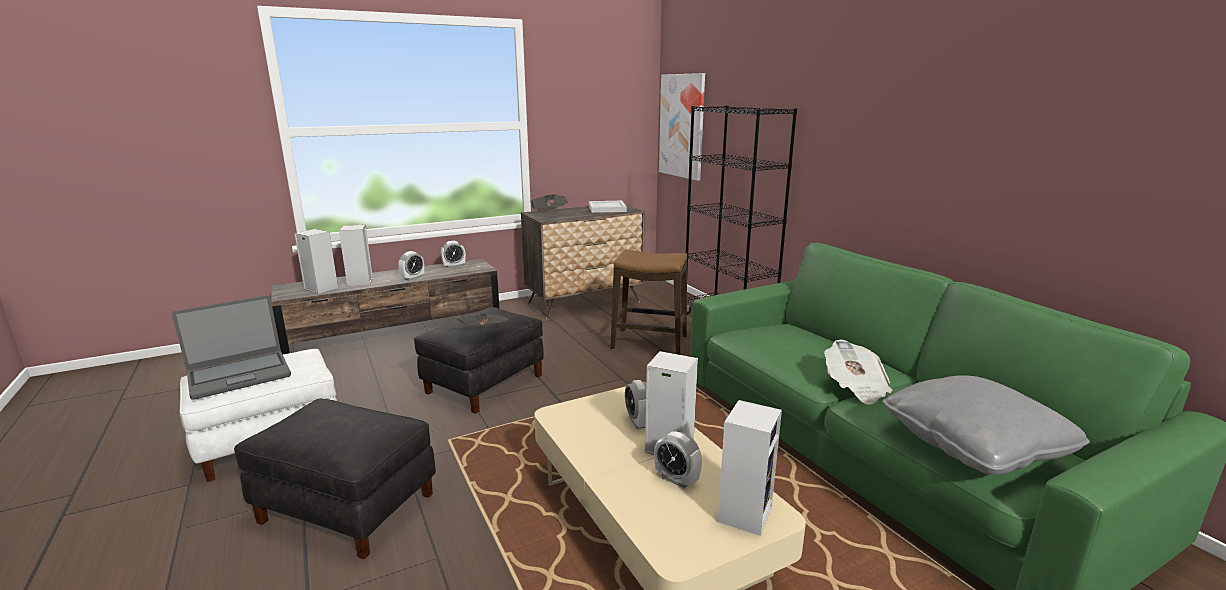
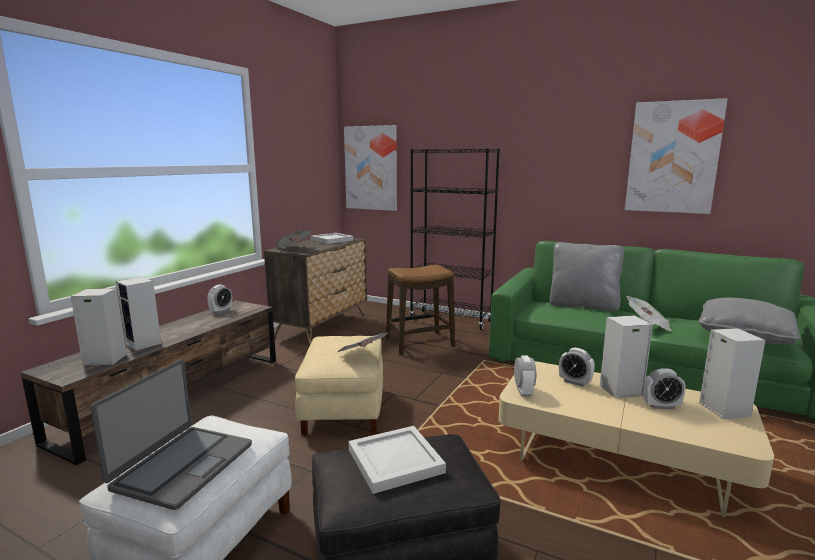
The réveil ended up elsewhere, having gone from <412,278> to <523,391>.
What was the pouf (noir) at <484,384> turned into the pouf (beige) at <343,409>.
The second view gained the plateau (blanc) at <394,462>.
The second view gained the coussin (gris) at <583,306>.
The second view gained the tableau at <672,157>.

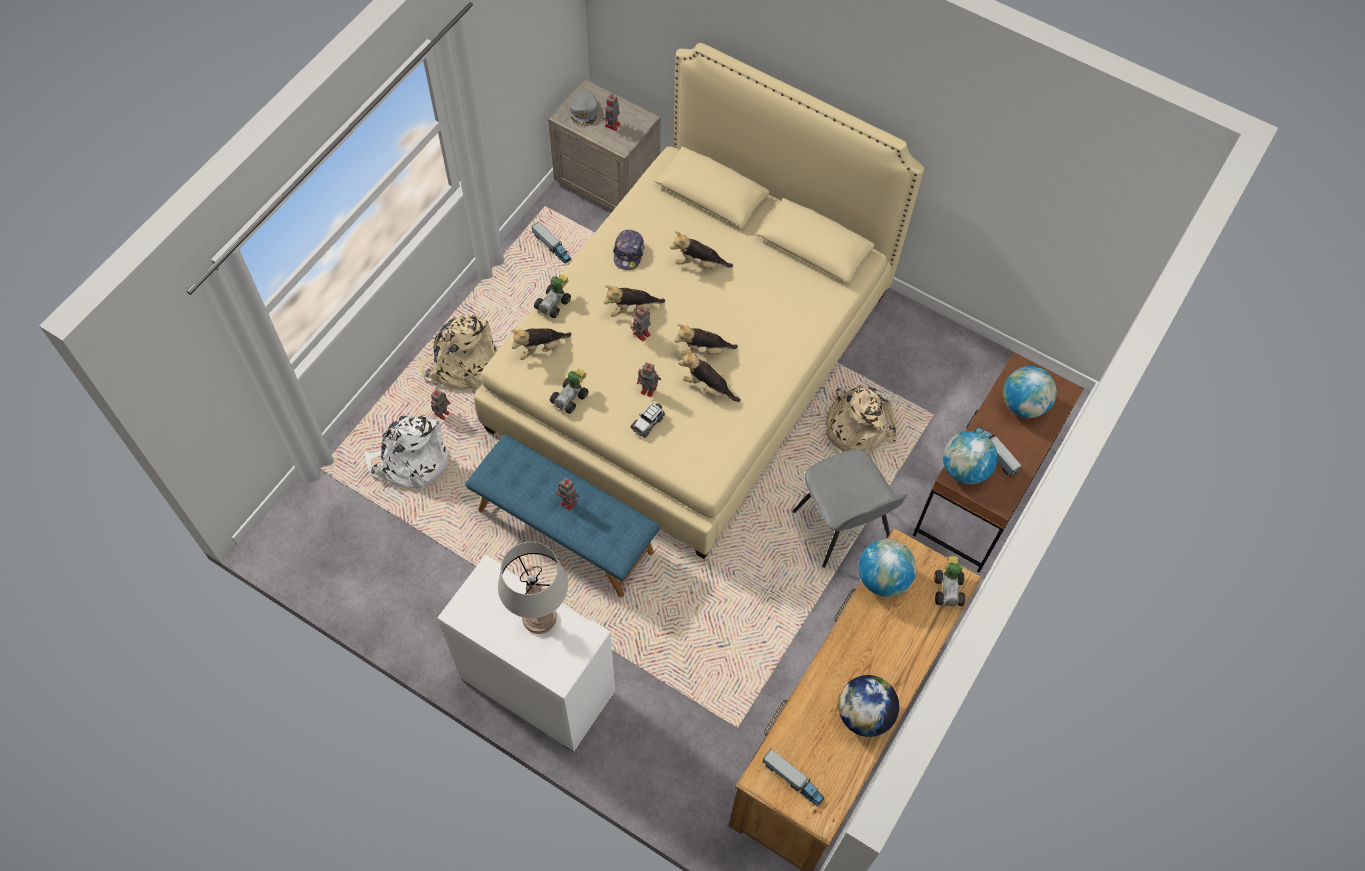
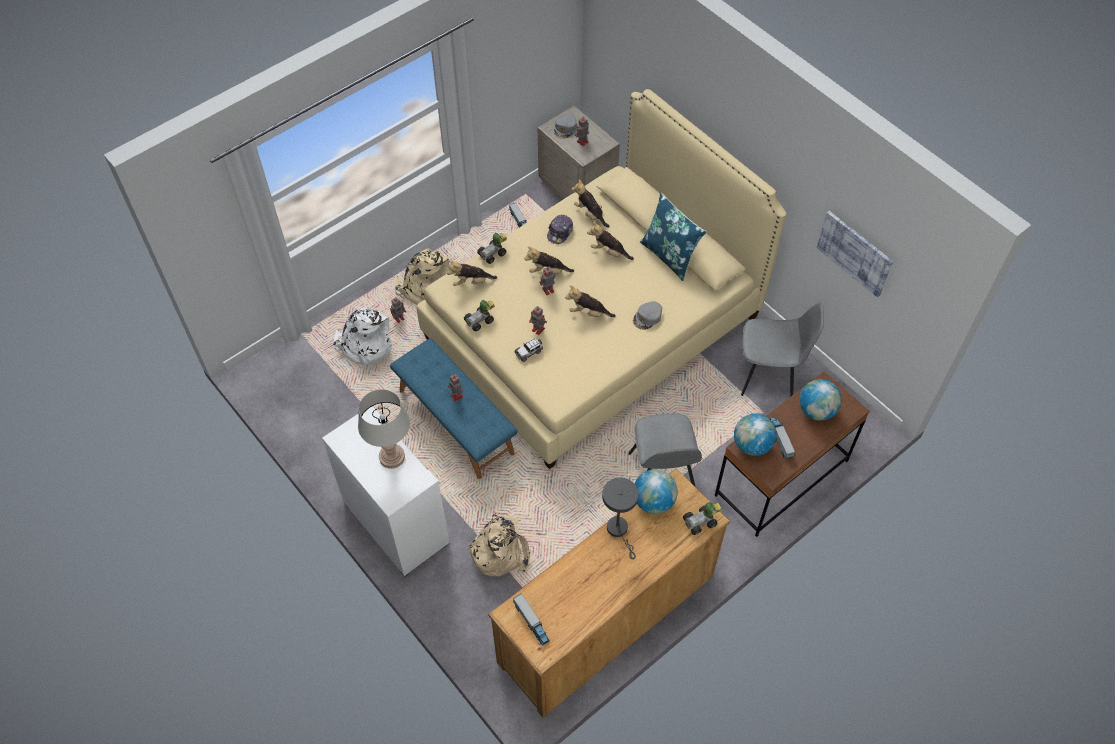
The peluche ended up elsewhere, having gone from <708,387> to <590,214>.
The sac à dos (beige) ended up elsewhere, having gone from <856,426> to <500,550>.
The second view lost the globe at <864,714>.
The petite voiture at <949,588> ended up facing another way, 45 degrees clockwise from before.
The second view gained the lampe de table (gris) at <619,530>.
The second view gained the casquette (gris) at <647,317>.
The second view gained the coussin (bleu) at <669,255>.
The second view gained the chaise (gris) at <769,374>.
The second view gained the tableau at <855,253>.

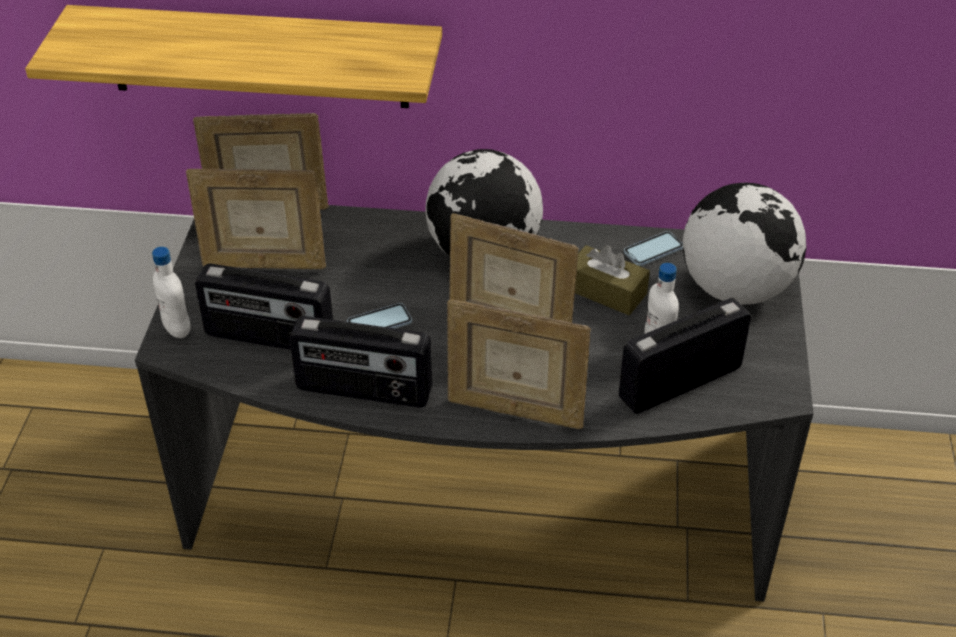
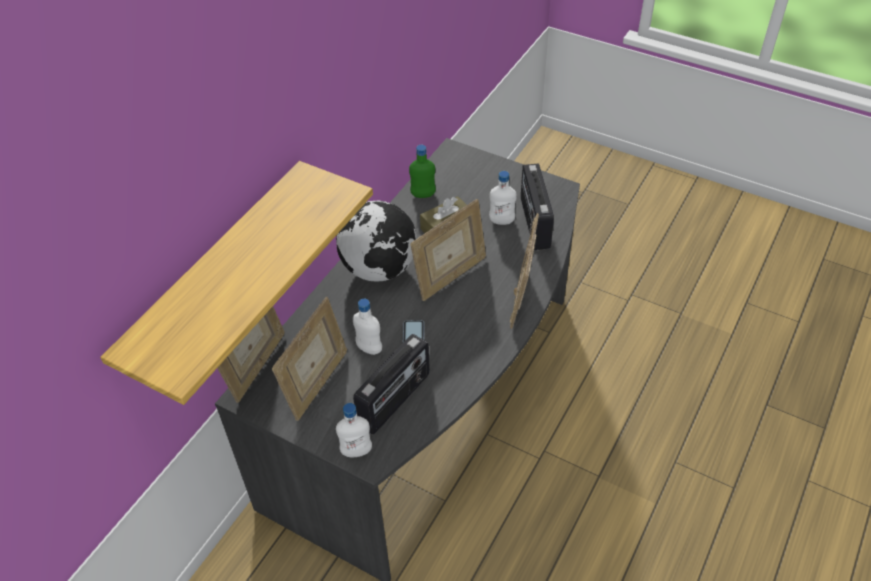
The second view lost the radio at <363,391>.
The cadre photo at <514,410> ended up facing another way, 150 degrees clockwise from before.
Where the téléphone stood at <653,250>, the bouteille (vert) came to stand at <423,195>.
The second view lost the globe at <735,289>.
The second view gained the bouteille (blanc) at <369,349>.

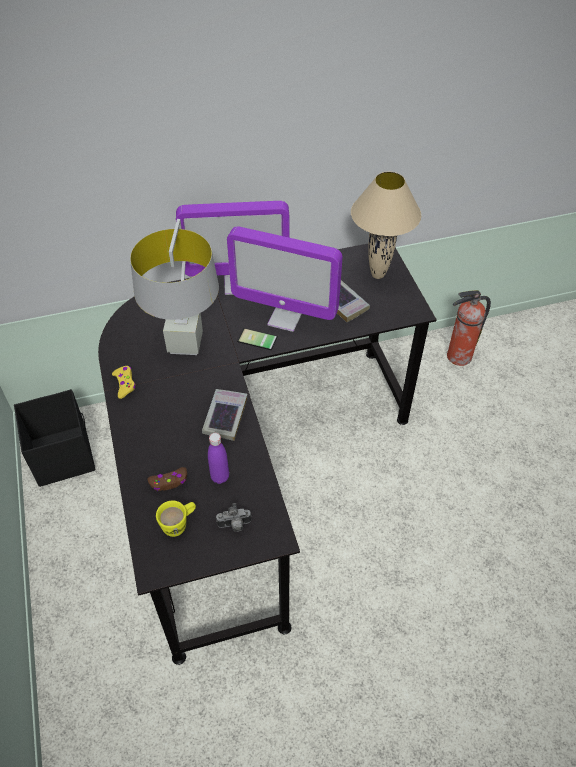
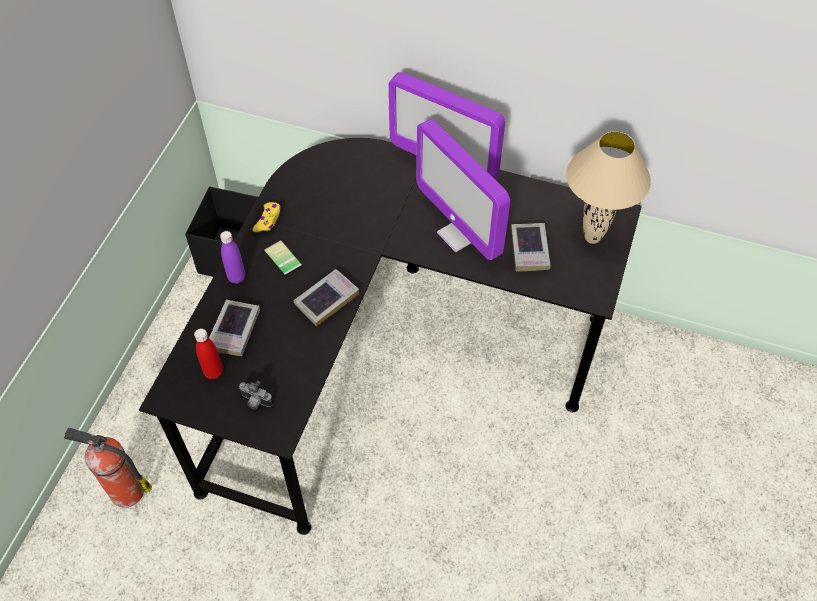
The second view lost the lampe de table (gris) at <185,344>.
Where the manette (marron) stood at <169,482>, the livre came to stand at <234,330>.
Where the mug (jaune) stood at <179,524>, the bouteille (rouge) came to stand at <213,372>.
The bouteille (violet) ended up elsewhere, having gone from <220,477> to <236,277>.
The téléphone ended up elsewhere, having gone from <256,340> to <280,259>.
The extincteur ended up elsewhere, having gone from <458,357> to <125,491>.

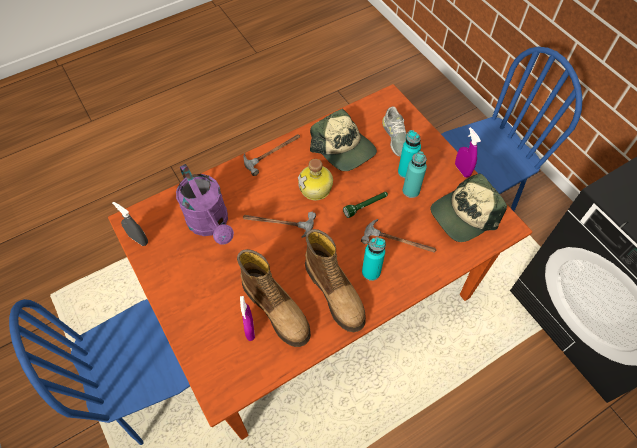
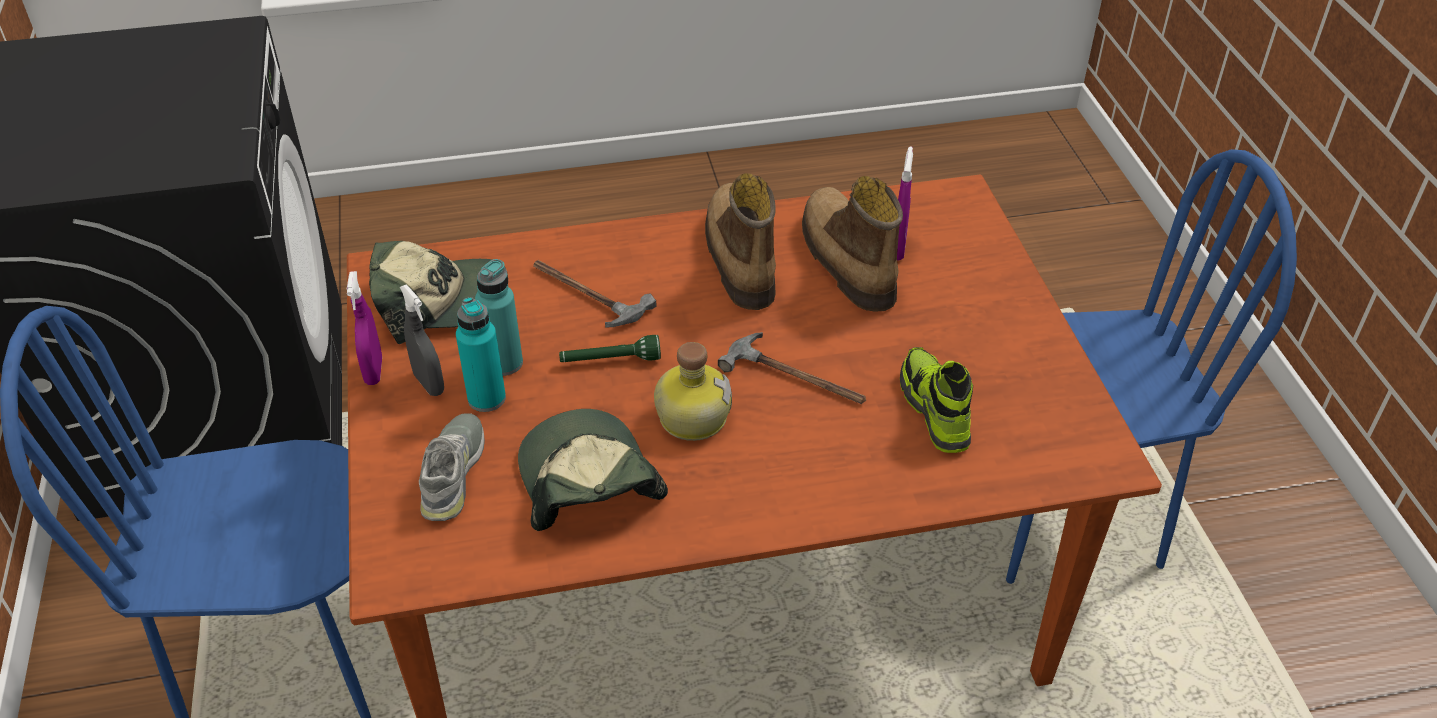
The vaporisateur (gris) ended up elsewhere, having gone from <138,239> to <429,384>.
Where the arrosoir (violet) stood at <211,224>, the chaussure came to stand at <934,410>.
The second view lost the marteau at <273,152>.
The second view lost the bouteille (turquoise) at <371,272>.

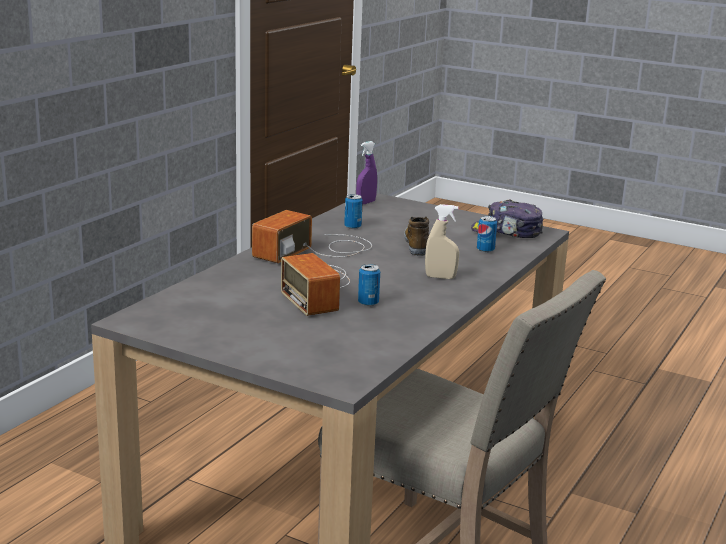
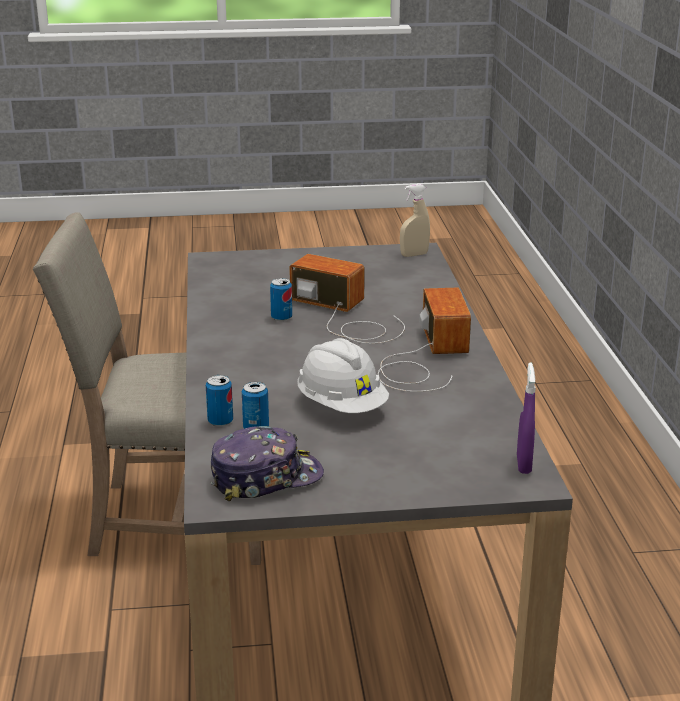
The boîte métallique ended up elsewhere, having gone from <352,227> to <220,421>.
Where the chaussure stood at <417,244>, the casque de chantier (blanc) came to stand at <341,406>.
The vaporisateur (beige) ended up elsewhere, having gone from <440,277> to <414,255>.

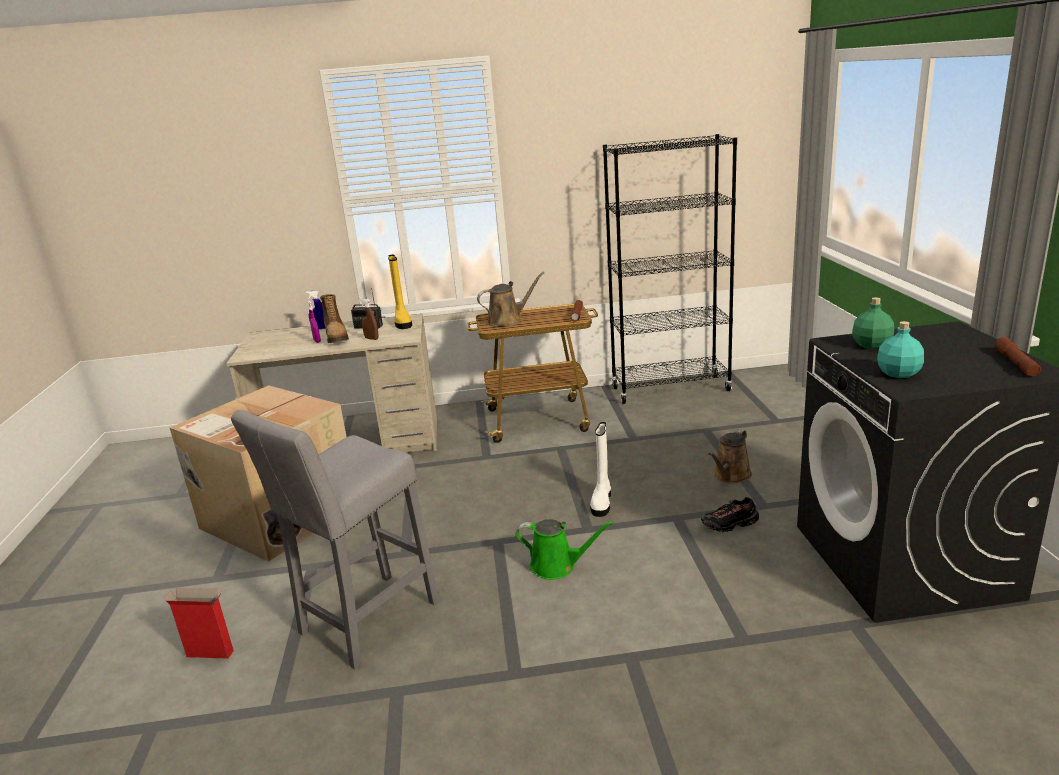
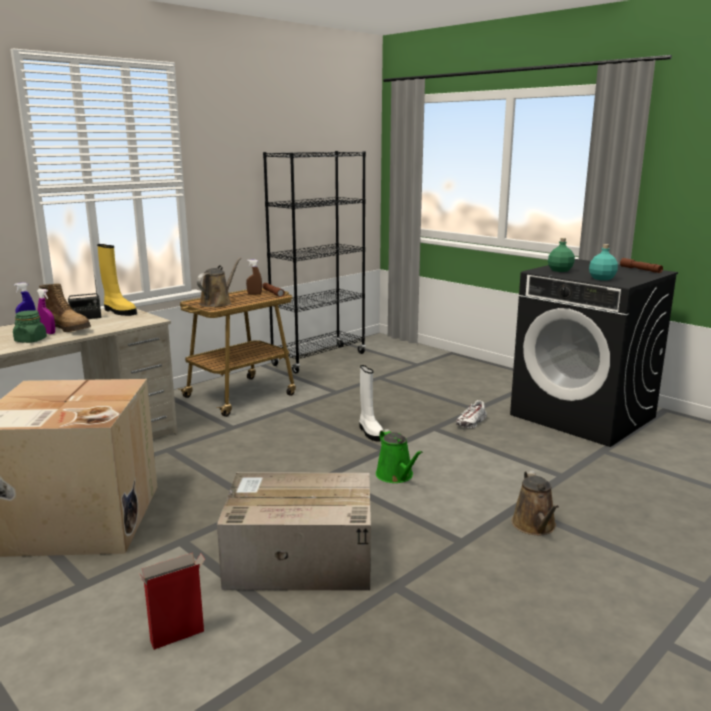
Where the tabouret (gris) stood at <364,622>, the carton came to stand at <298,558>.
The vaporisateur (marron) ended up elsewhere, having gone from <371,338> to <254,294>.
The arrosoir (vert) at <557,566> ended up facing another way, 90 degrees clockwise from before.
What was the chaussure (noir) at <730,524> turned into the chaussure (blanc) at <471,423>.
The arrosoir (marron) ended up elsewhere, having gone from <730,476> to <535,526>.
The second view gained the bocal (vert) at <30,340>.

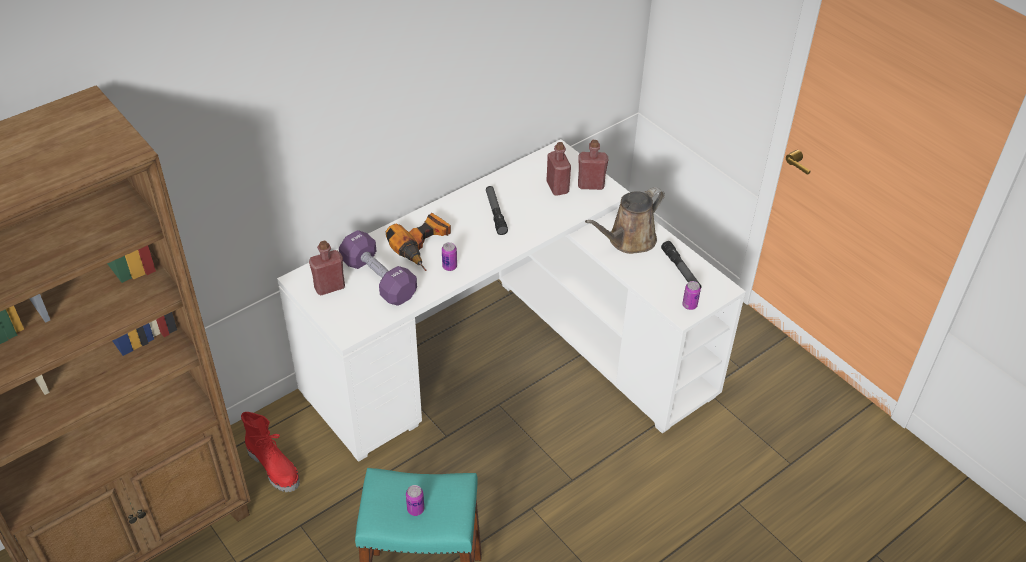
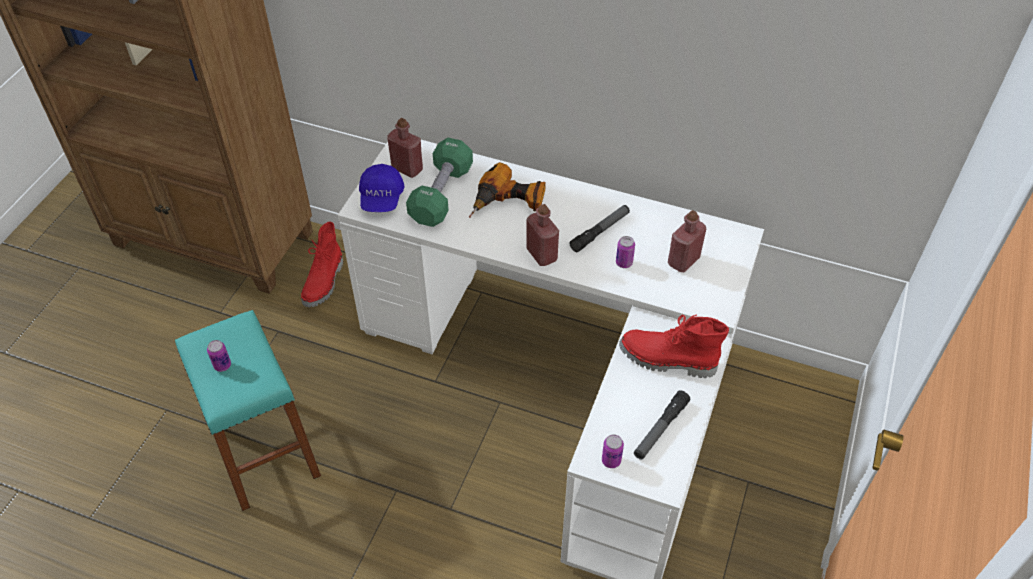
What was the haltère (violet) at <378,279> turned into the haltère (vert) at <441,194>.
The boîte métallique ended up elsewhere, having gone from <449,266> to <624,263>.
The bouteille (rouge) ended up elsewhere, having gone from <591,185> to <541,254>.
Where the arrosoir (marron) stood at <628,240>, the botte (rouge) came to stand at <667,360>.
The second view gained the casquette (bleu) at <381,198>.

